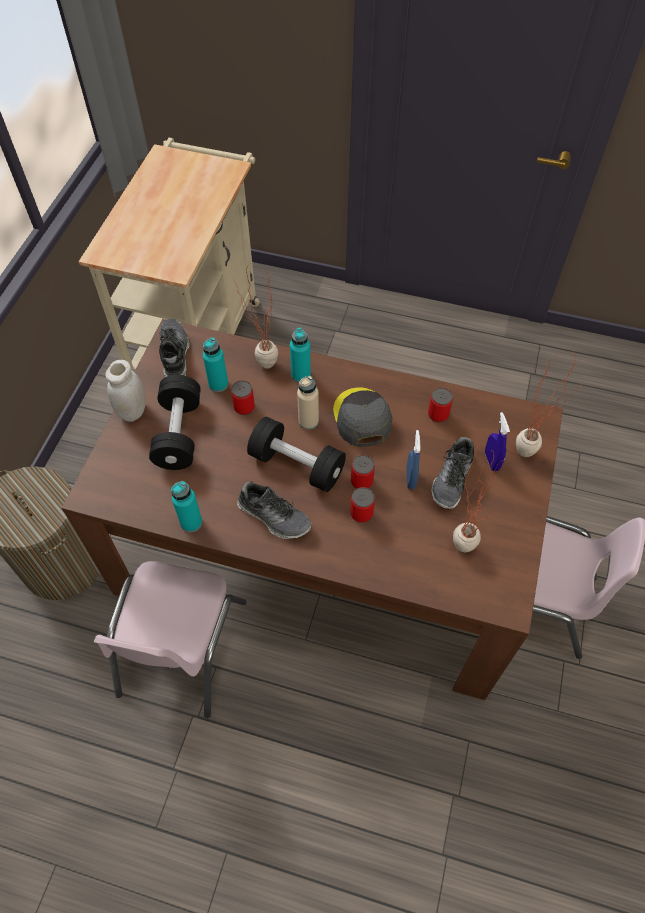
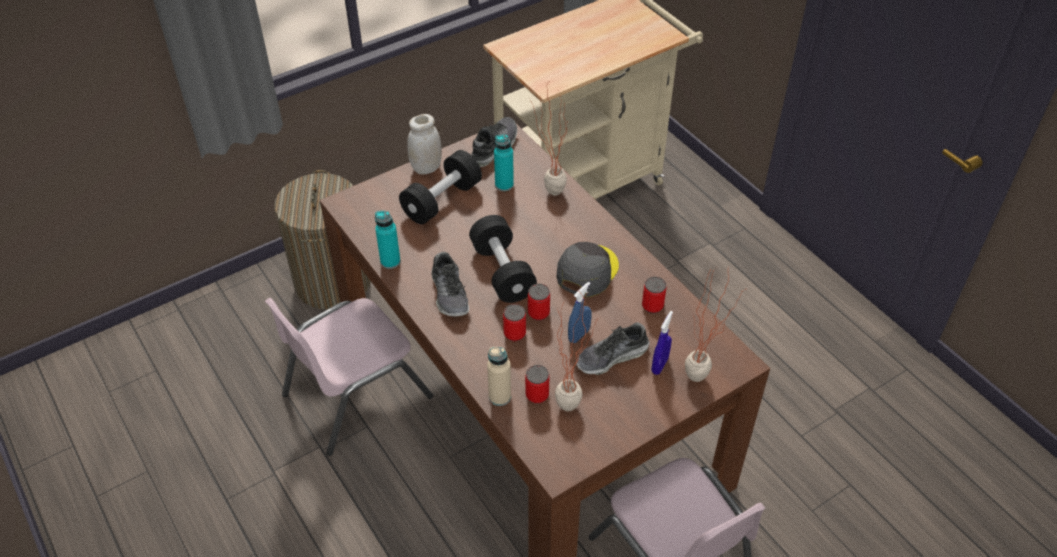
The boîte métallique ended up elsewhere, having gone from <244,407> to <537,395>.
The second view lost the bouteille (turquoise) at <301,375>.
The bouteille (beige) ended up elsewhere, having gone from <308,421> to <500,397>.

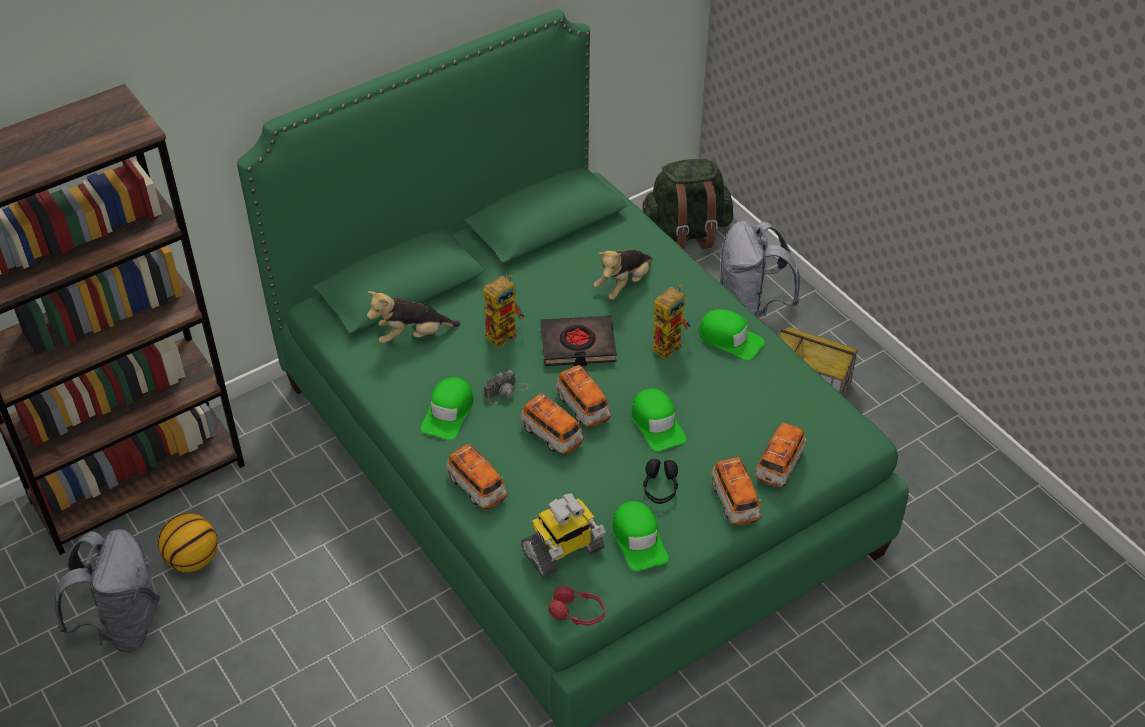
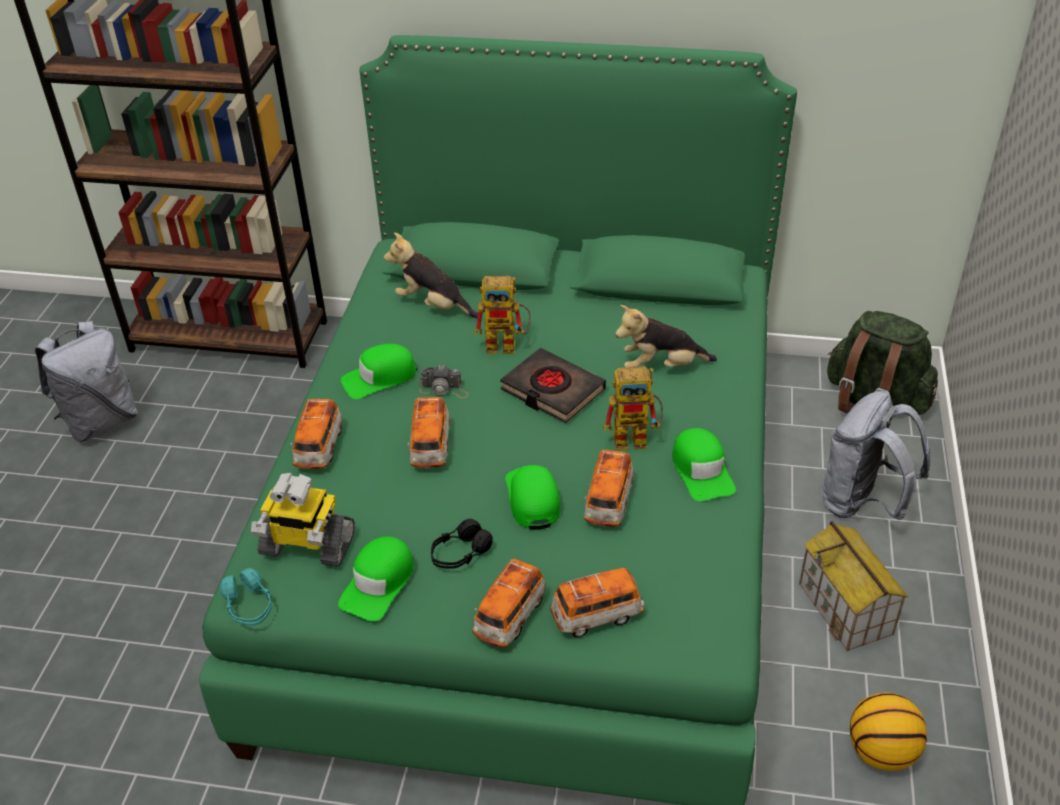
The ballon de basket ended up elsewhere, having gone from <193,559> to <881,752>.
What was the casque audio (rouge) at <577,613> turned into the casque audio (turquoise) at <249,606>.
The petite voiture ended up elsewhere, having gone from <583,407> to <608,502>.
The casquette (vert) at <657,424> ended up facing another way, 150 degrees clockwise from before.

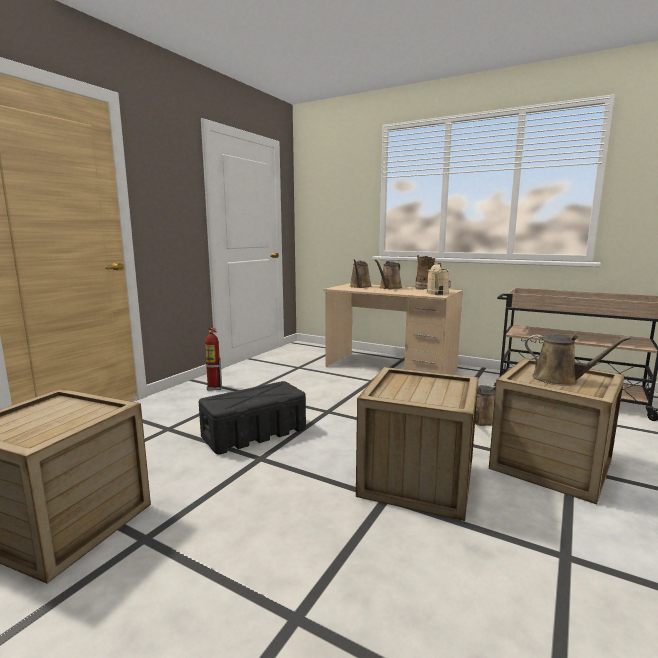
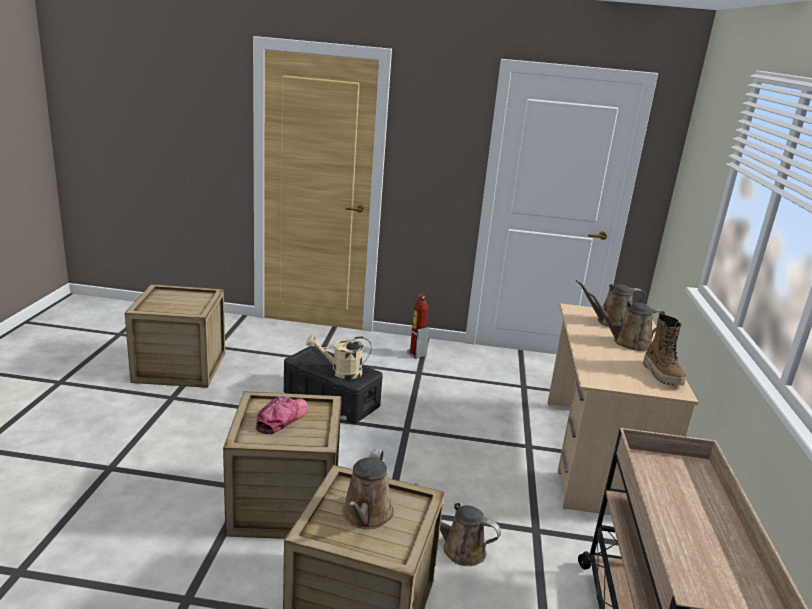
The arrosoir (beige) ended up elsewhere, having gone from <437,294> to <341,372>.
The second view gained the casquette at <281,419>.

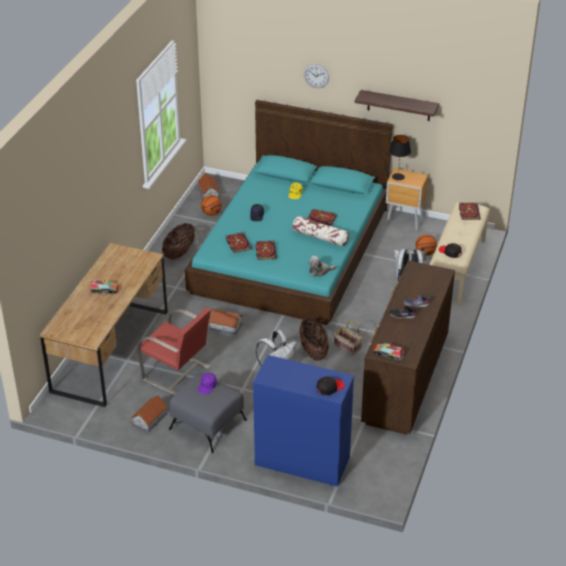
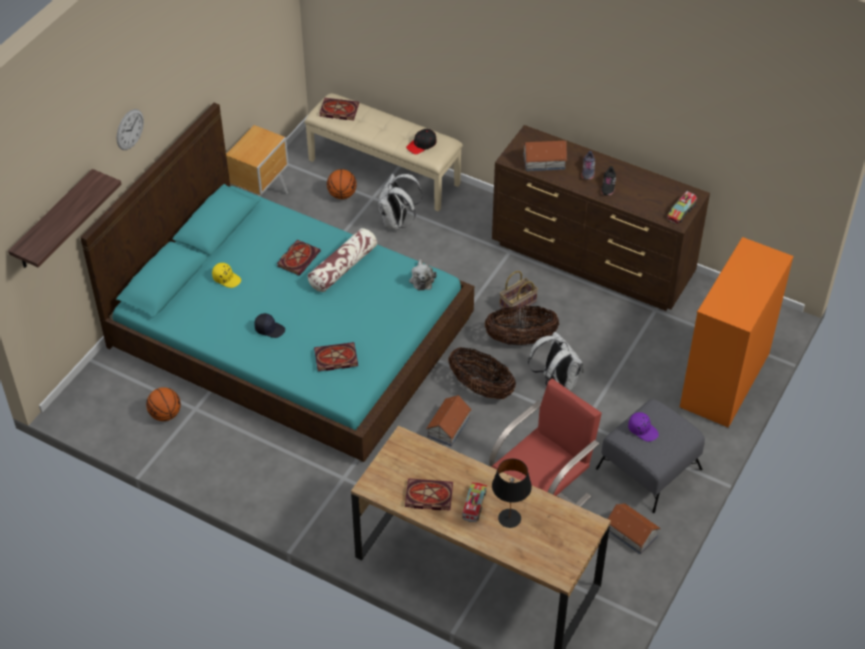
The panier ended up elsewhere, having gone from <179,253> to <481,388>.
The maison miniature ended up elsewhere, having gone from <209,193> to <544,161>.
What was the commode (bleu) at <302,461> turned into the commode (orange) at <724,380>.
The livre ended up elsewhere, having gone from <265,251> to <427,496>.
The second view lost the casquette (noir) at <329,387>.
The étagère ended up elsewhere, having gone from <399,105> to <54,221>.
The lampe de table (noir) ended up elsewhere, having gone from <398,177> to <510,518>.

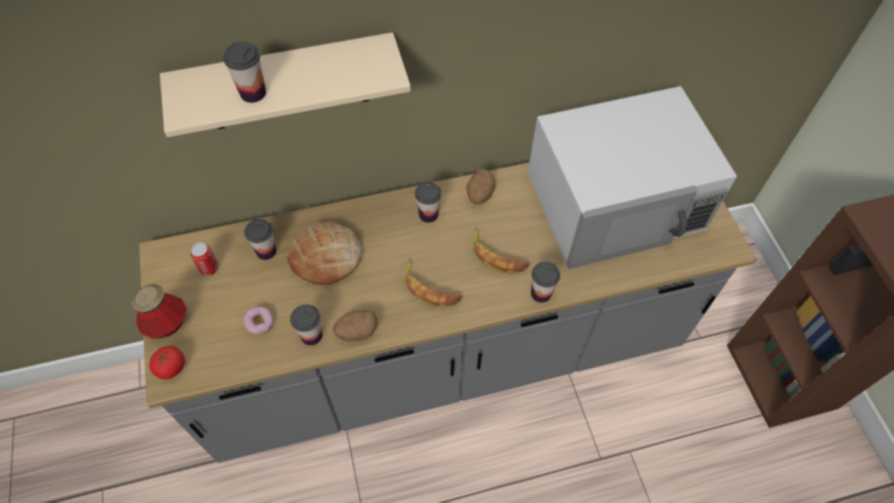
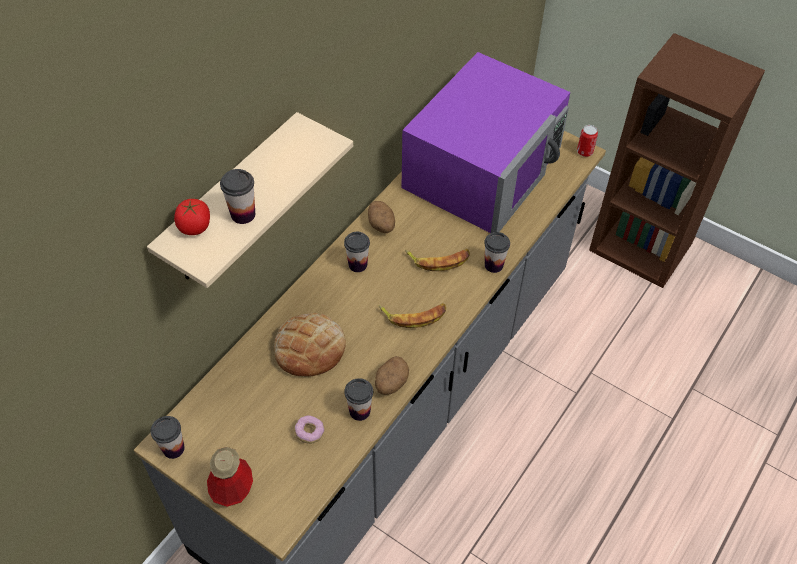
The tomate ended up elsewhere, having gone from <171,367> to <195,227>.
The boîte métallique ended up elsewhere, having gone from <209,268> to <584,151>.
The tasse ended up elsewhere, having gone from <266,251> to <173,448>.
What was the micro-ondes (blanc) at <616,202> turned into the micro-ondes (violet) at <483,169>.

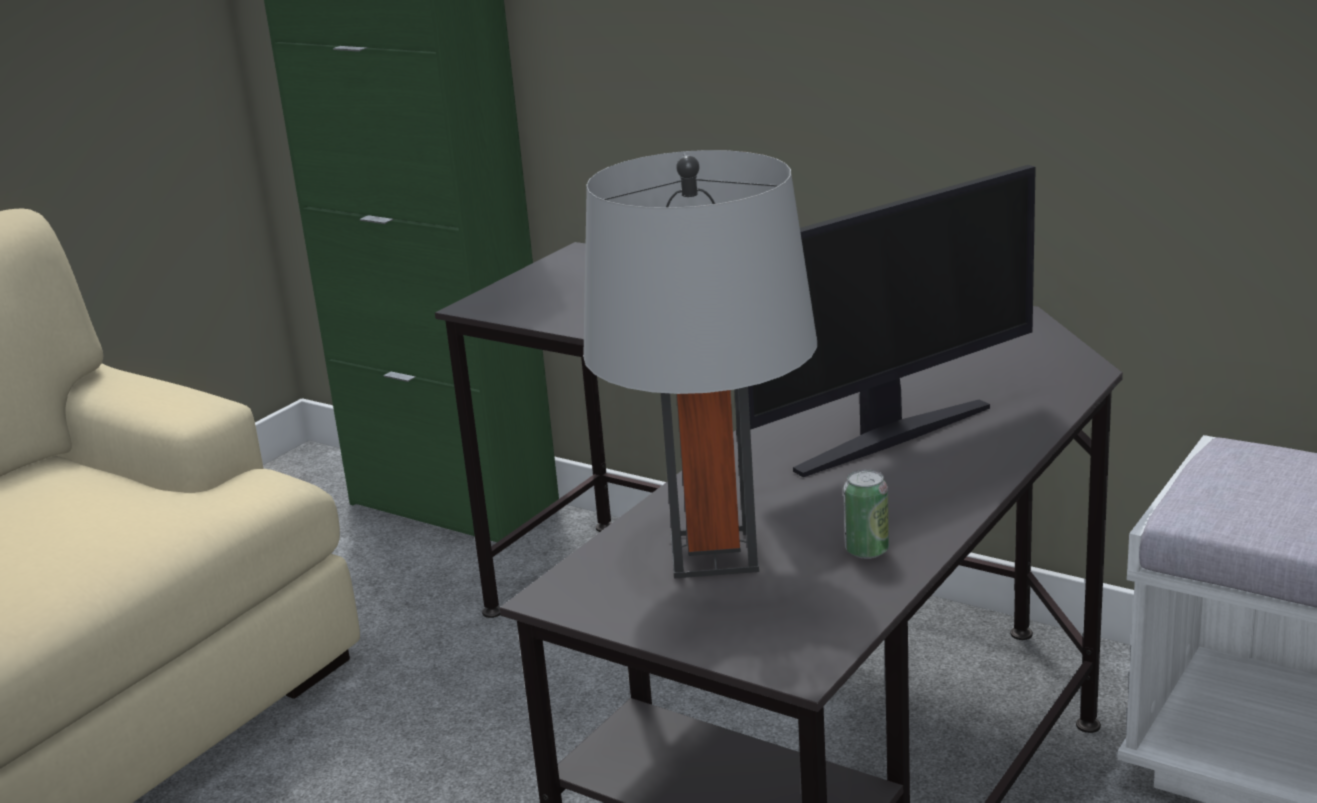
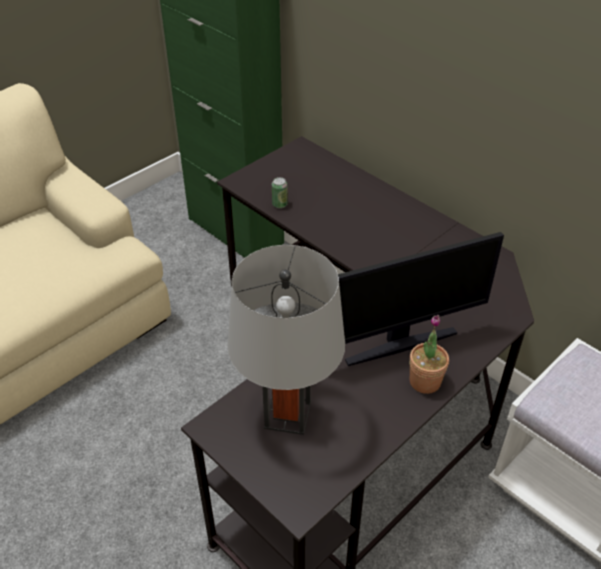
The boîte métallique ended up elsewhere, having gone from <867,550> to <279,204>.
The second view gained the plante en pot at <425,381>.

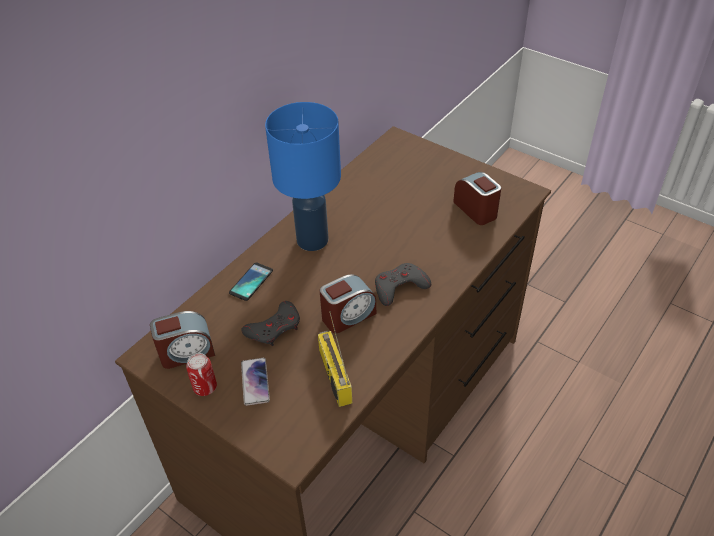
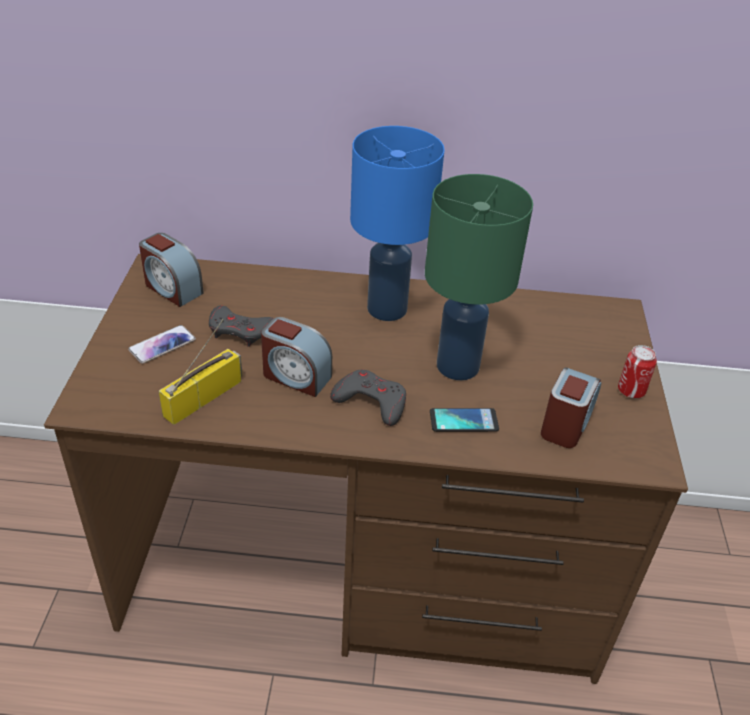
The boîte métallique ended up elsewhere, having gone from <205,387> to <631,391>.
The téléphone ended up elsewhere, having gone from <251,282> to <463,421>.
The second view gained the lampe de table (vert) at <457,365>.

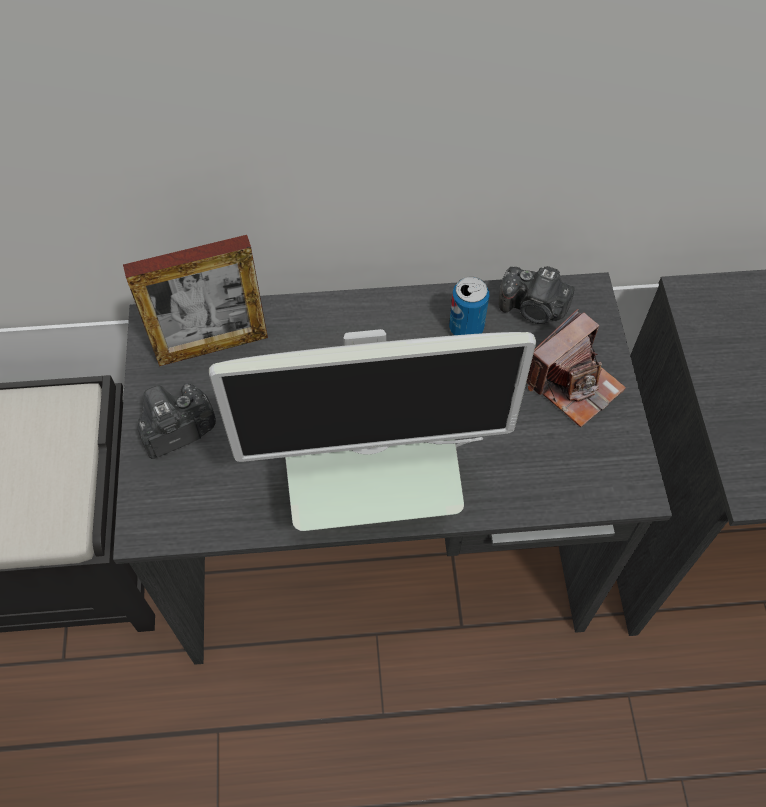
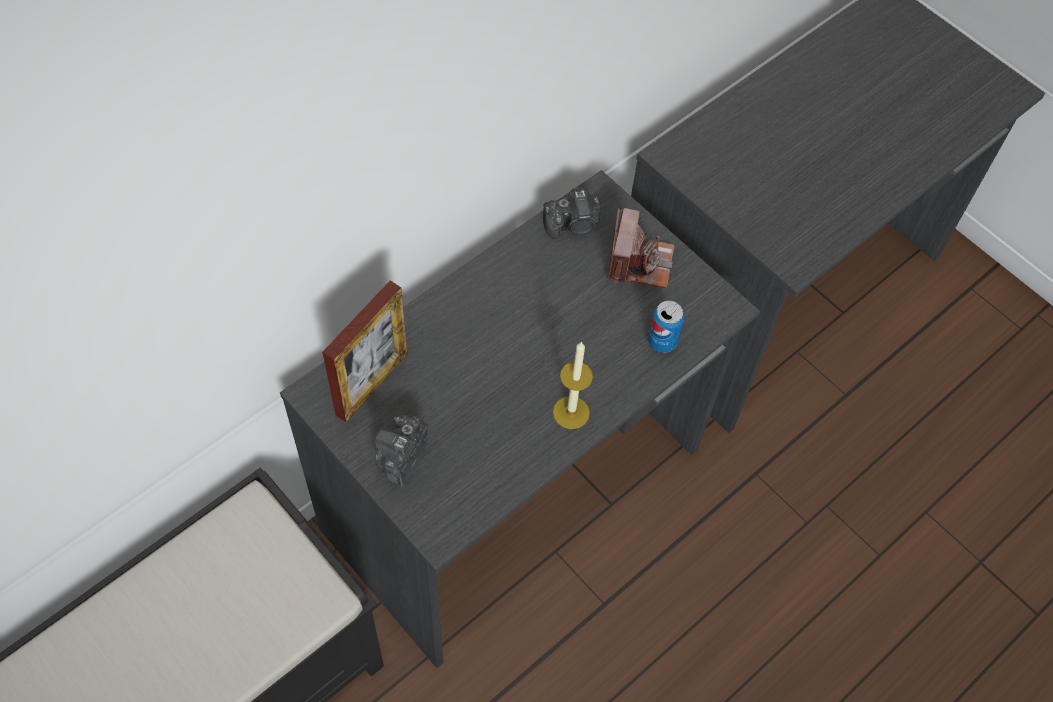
Where the écran d'ordinateur stood at <374,492>, the bougie came to stand at <571,412>.
The boîte métallique ended up elsewhere, having gone from <466,328> to <662,341>.

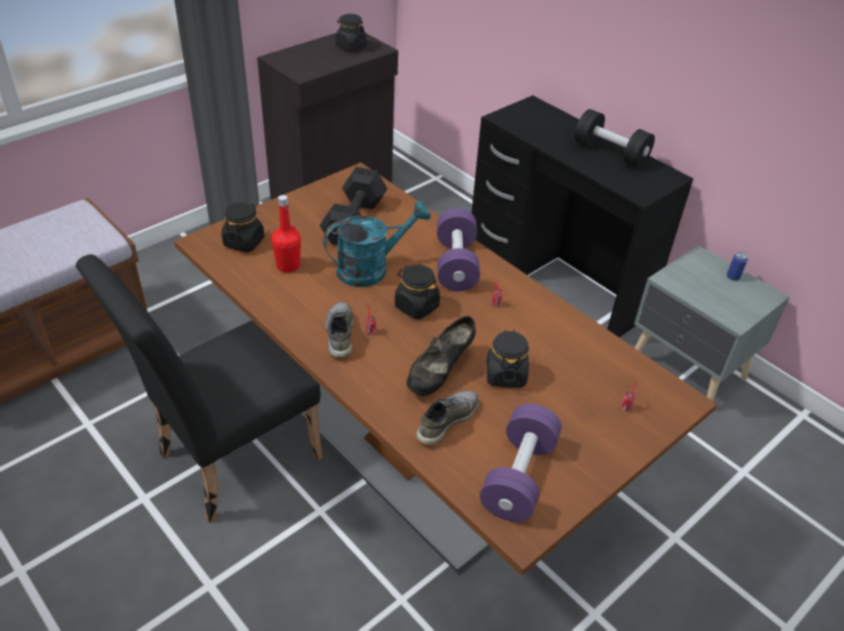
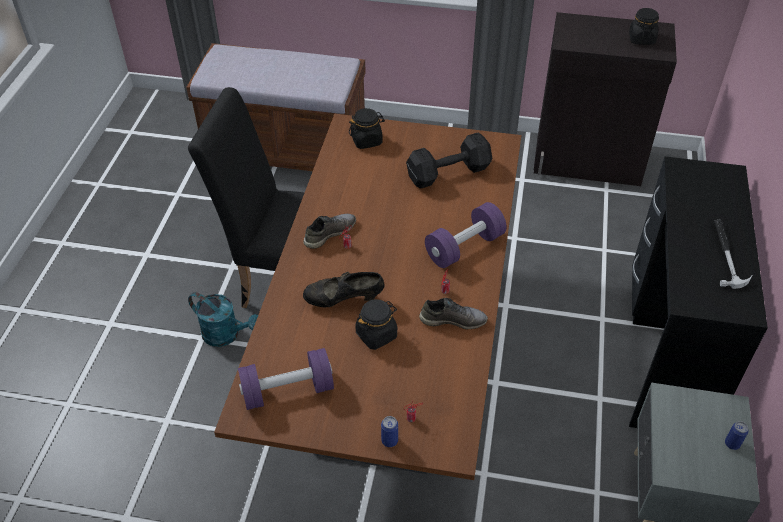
The second view lost the bouteille (rouge) at <288,266>.
The arrosoir (turquoise) ended up elsewhere, having gone from <371,268> to <227,335>.
The second view lost the bocal (noir) at <416,306>.
The chaussure (gris) ended up elsewhere, having gone from <446,421> to <453,320>.
Where the haltère (noir) stood at <610,152>, the marteau came to stand at <726,255>.
The second view gained the boîte métallique at <389,441>.

